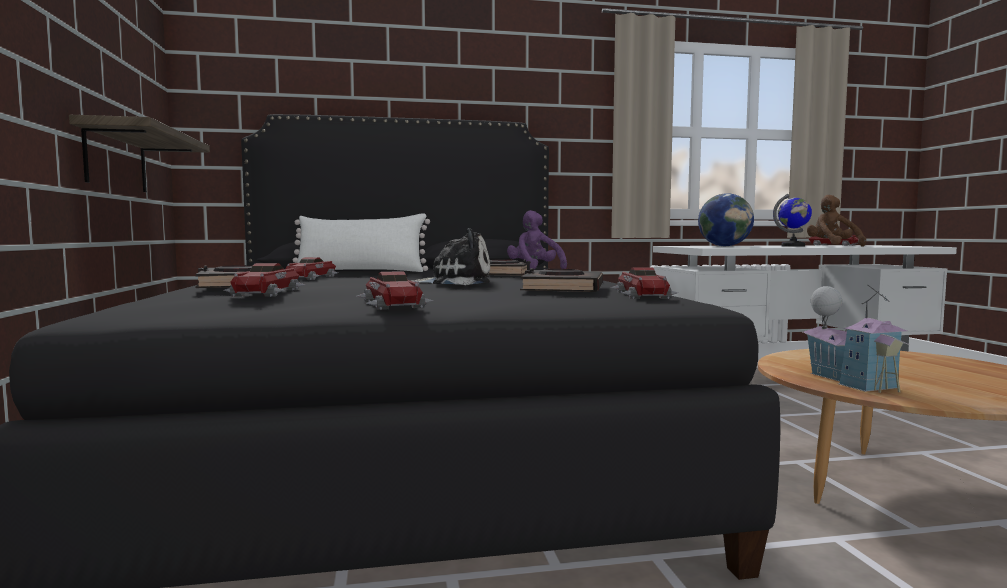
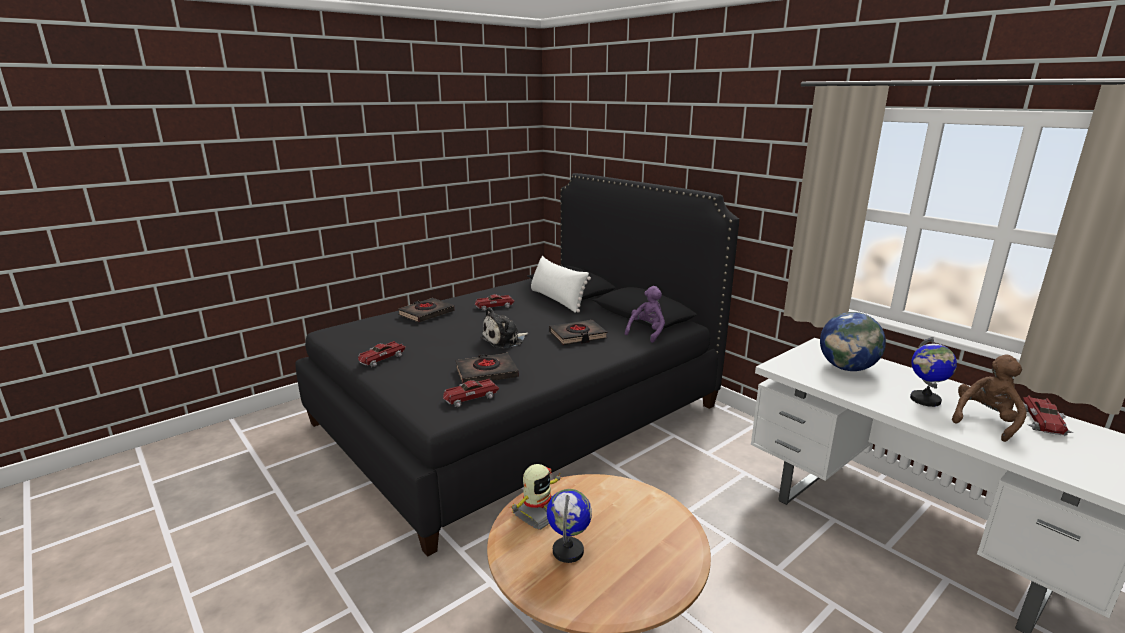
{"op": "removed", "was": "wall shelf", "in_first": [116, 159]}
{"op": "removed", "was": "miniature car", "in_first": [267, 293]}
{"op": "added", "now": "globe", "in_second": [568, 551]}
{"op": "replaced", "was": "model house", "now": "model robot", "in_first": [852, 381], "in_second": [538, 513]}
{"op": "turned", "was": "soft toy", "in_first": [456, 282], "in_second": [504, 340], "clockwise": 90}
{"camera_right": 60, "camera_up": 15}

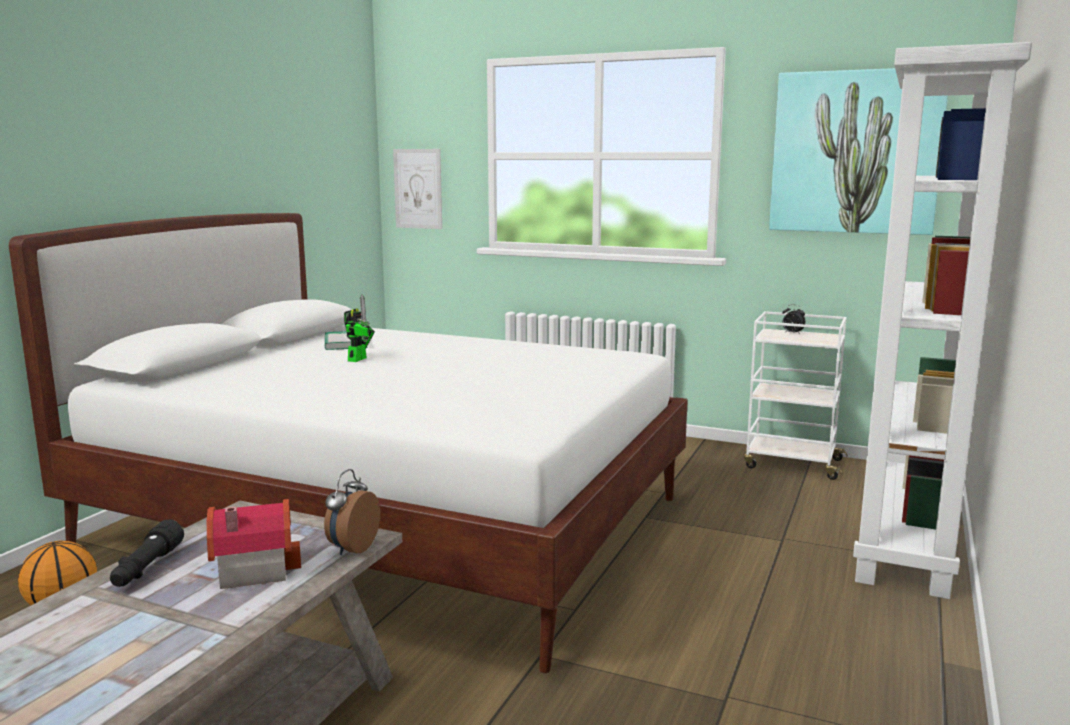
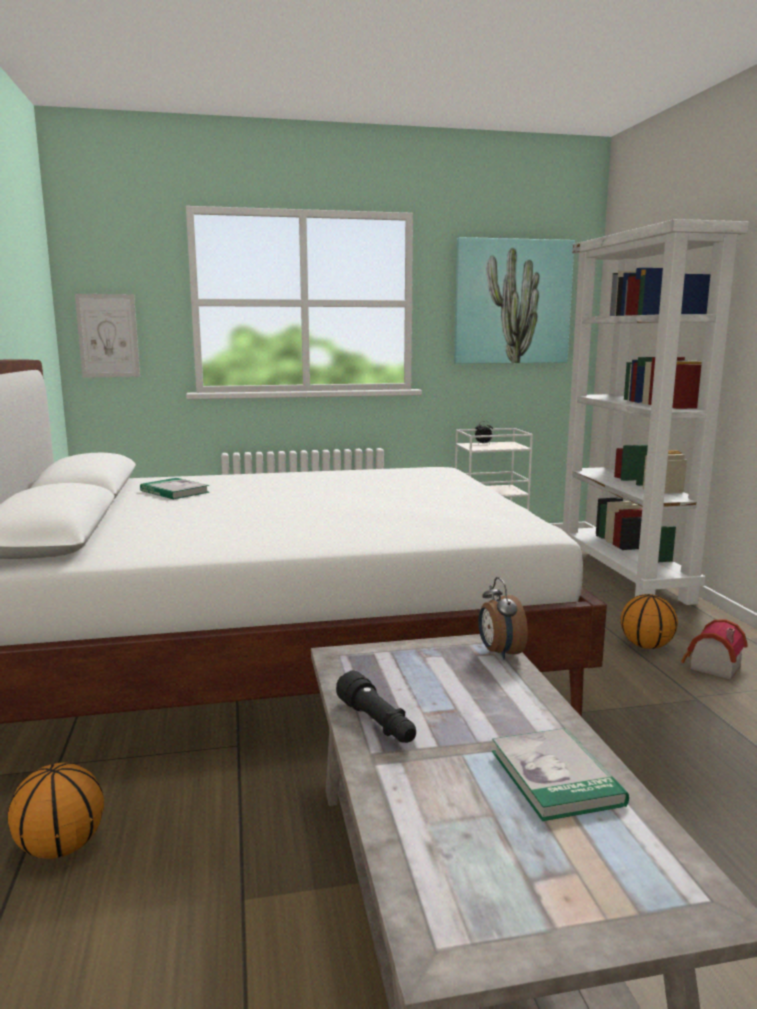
{"op": "removed", "was": "model robot", "in_first": [359, 358]}
{"op": "added", "now": "book", "in_second": [555, 777]}
{"op": "added", "now": "basketball ball", "in_second": [646, 646]}
{"op": "moved", "was": "model house", "in_first": [251, 568], "in_second": [711, 666]}
{"camera_right": -35, "camera_up": 0}

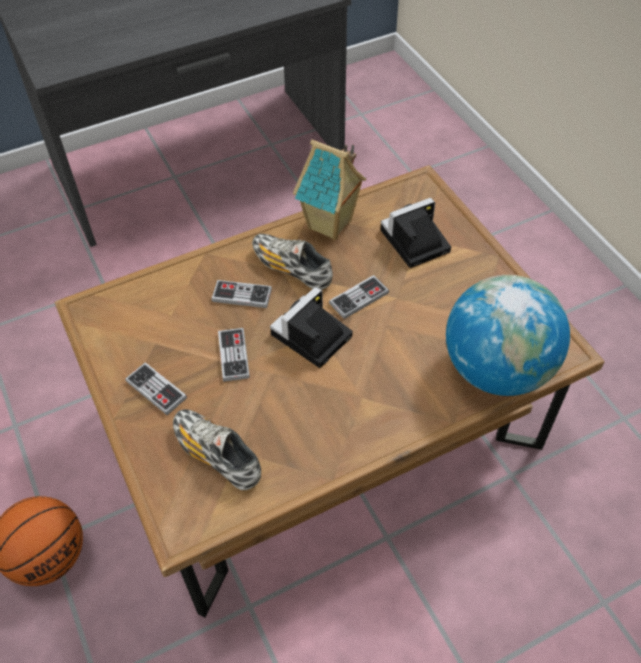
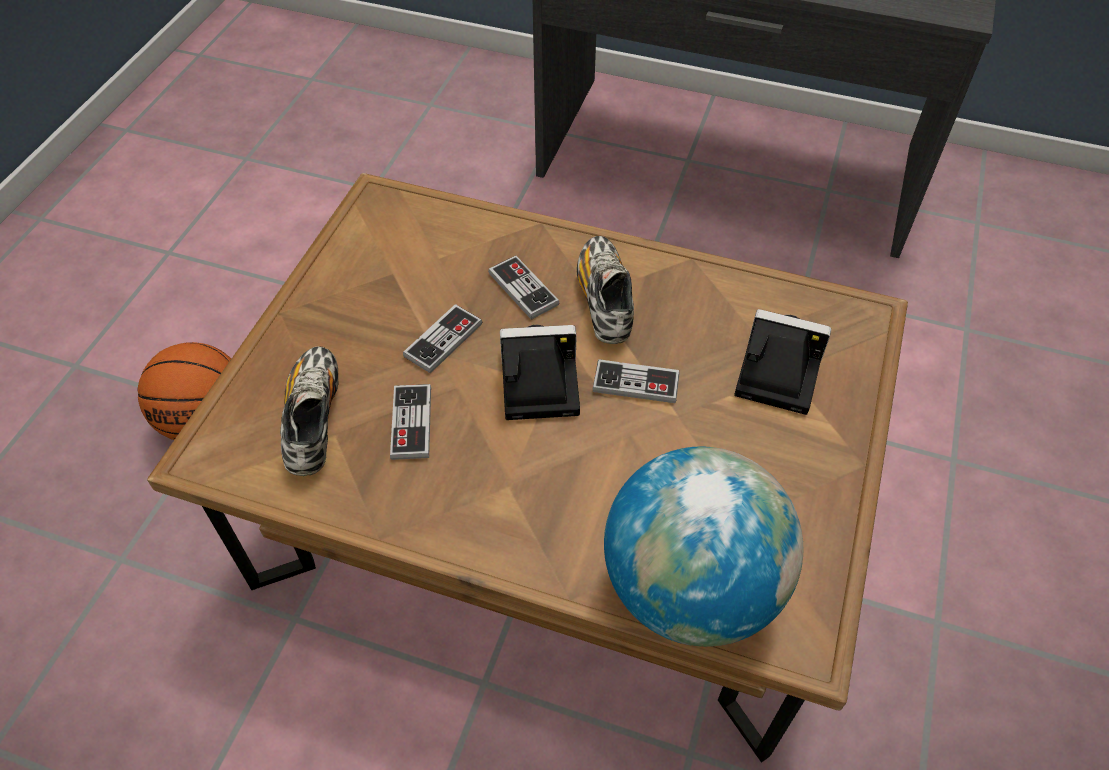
{"op": "removed", "was": "model house", "in_first": [330, 225]}
{"op": "moved", "was": "joypad", "in_first": [156, 390], "in_second": [411, 423]}
{"camera_right": 45, "camera_up": 0}

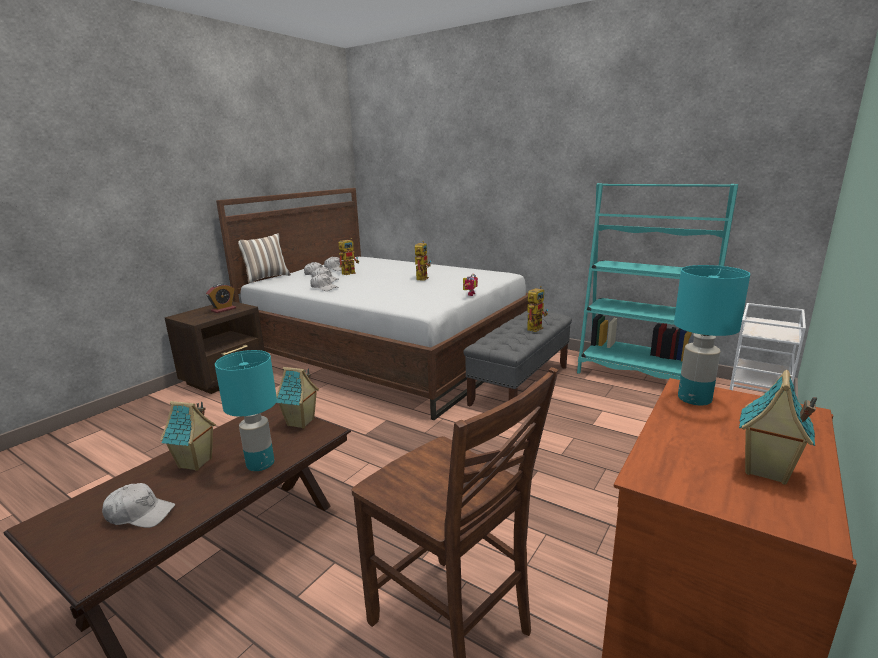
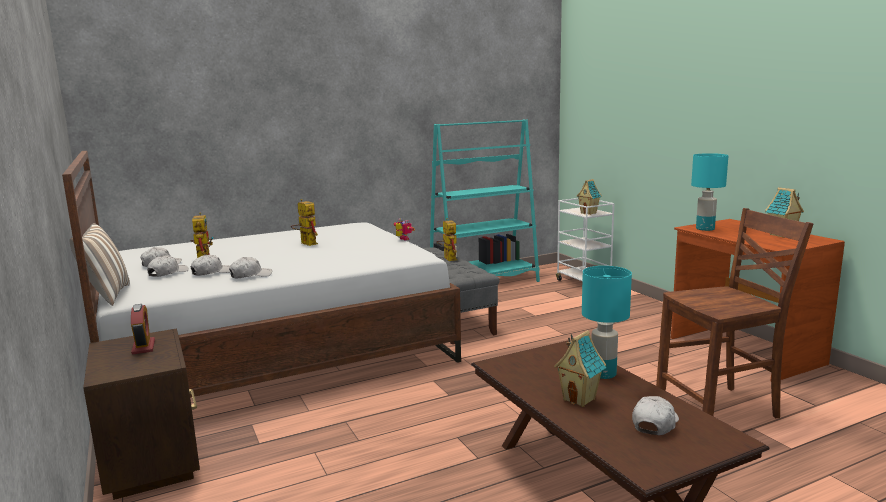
{"op": "moved", "was": "model house", "in_first": [301, 423], "in_second": [589, 213]}
{"camera_right": -60, "camera_up": -5}

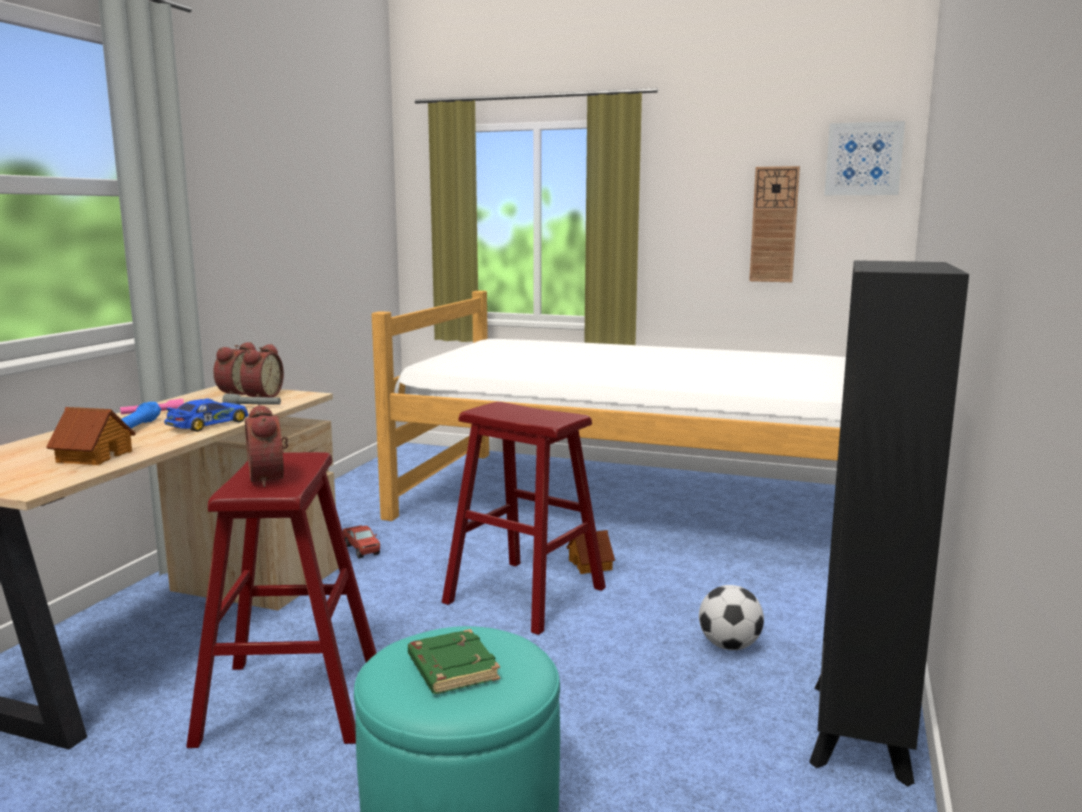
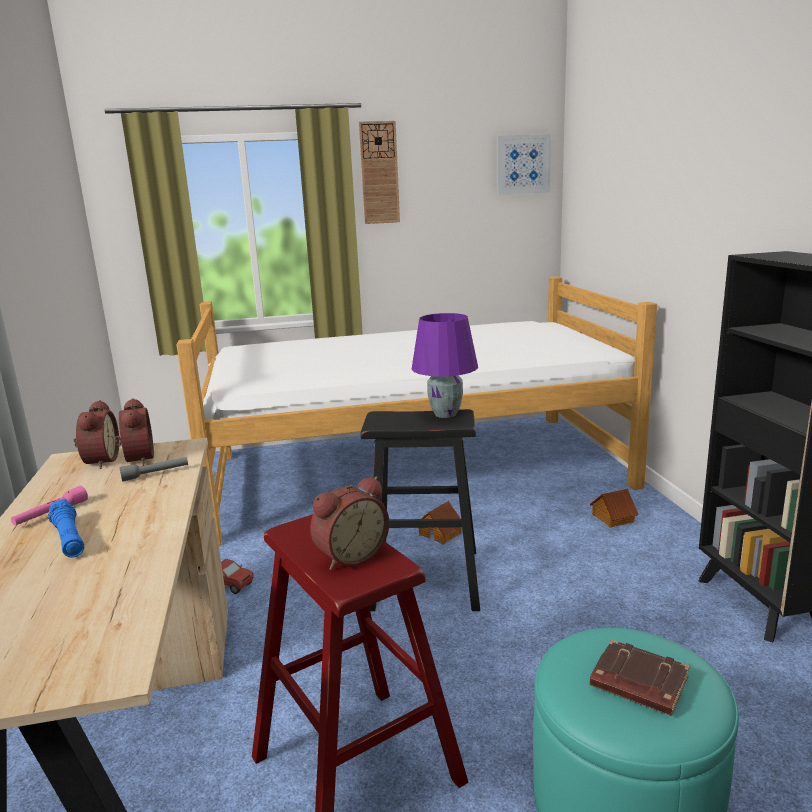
{"op": "removed", "was": "miniature car", "in_first": [208, 424]}
{"op": "removed", "was": "ball for football", "in_first": [729, 646]}
{"op": "added", "now": "lamp for a table (purple)", "in_second": [446, 414]}
{"op": "moved", "was": "model house", "in_first": [93, 456], "in_second": [612, 518]}
{"op": "moved", "was": "clock on the wall", "in_first": [774, 224], "in_second": [379, 173]}
{"op": "recoloured", "was": "book (green-coloured)", "now": "book (brown-coloured)", "in_first": [451, 668], "in_second": [637, 683]}
{"op": "recoloured", "was": "sitting stool (reddish)", "now": "sitting stool (black)", "in_first": [525, 595], "in_second": [425, 578]}
{"op": "turned", "was": "bedside clock", "in_first": [271, 478], "in_second": [350, 556], "clockwise": -75}
{"camera_right": -30, "camera_up": 5}

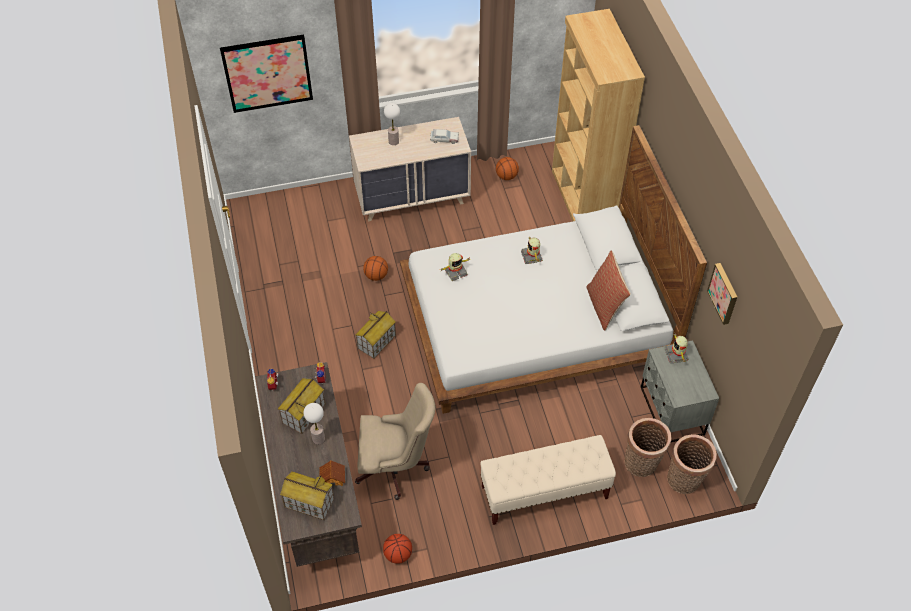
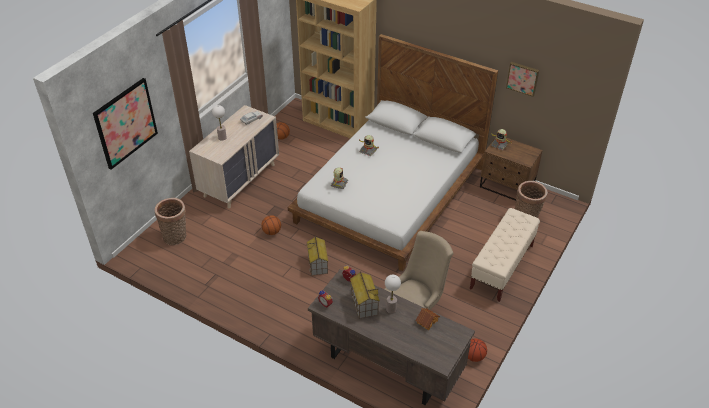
{"op": "removed", "was": "model house", "in_first": [309, 503]}
{"op": "removed", "was": "pillow", "in_first": [604, 306]}
{"op": "moved", "was": "basket", "in_first": [685, 481], "in_second": [176, 237]}
{"op": "recoloured", "was": "nightstand (grey)", "now": "nightstand (brown-coloured)", "in_first": [671, 411], "in_second": [507, 187]}
{"camera_right": -45, "camera_up": -10}

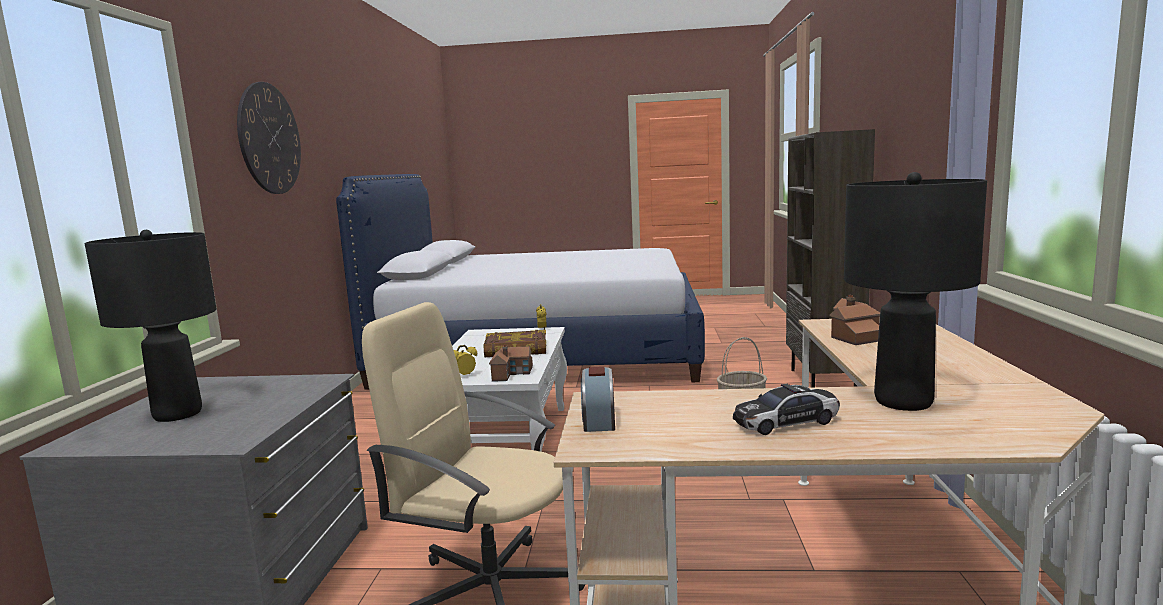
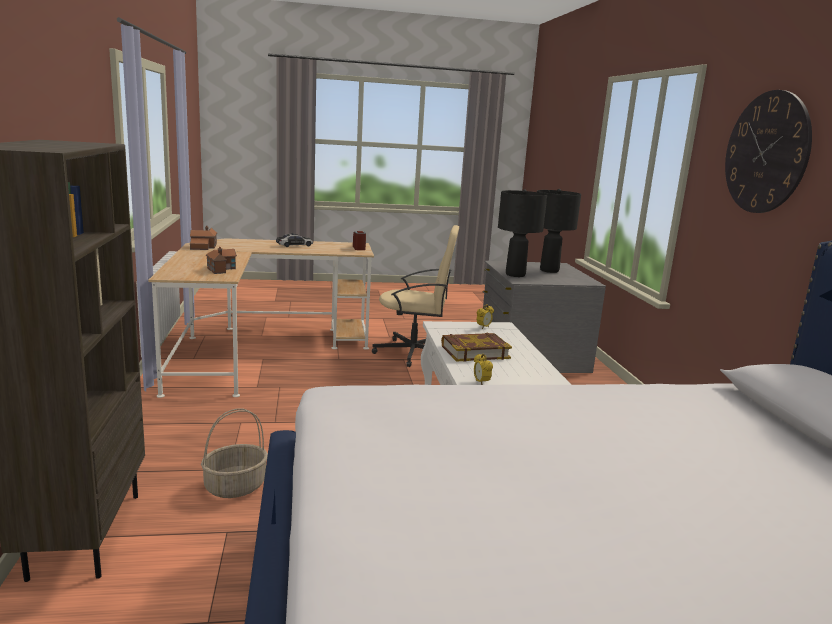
{"op": "moved", "was": "model house", "in_first": [512, 373], "in_second": [204, 247]}
{"op": "moved", "was": "lamp for a table (black)", "in_first": [903, 402], "in_second": [515, 274]}
{"camera_right": 165, "camera_up": 5}

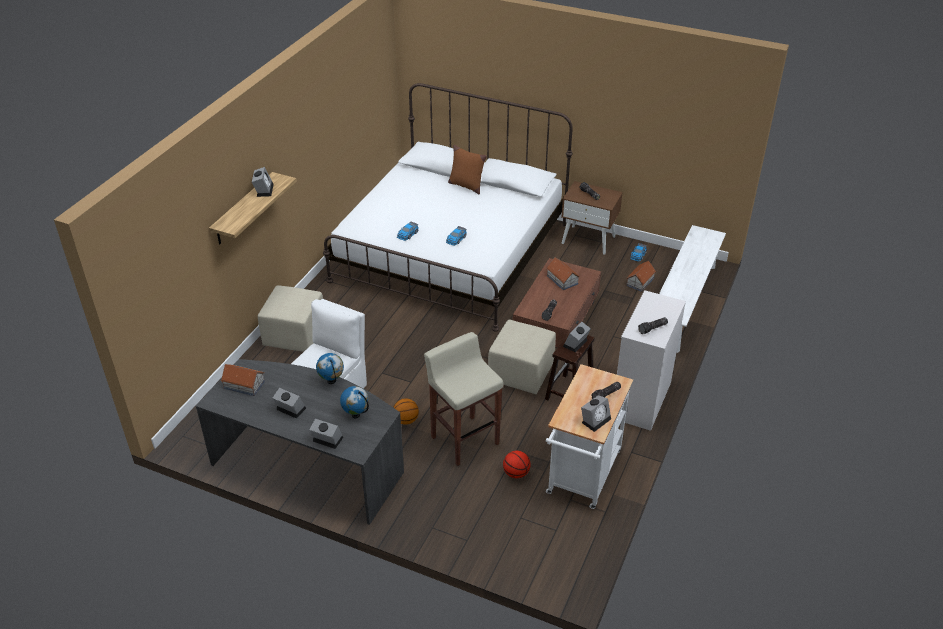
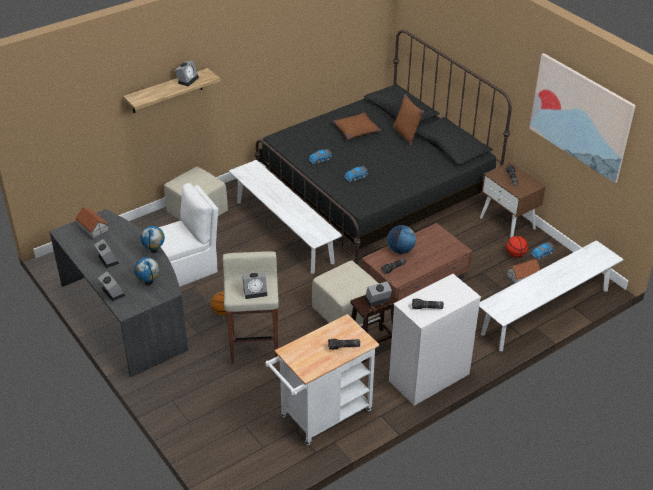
{"op": "removed", "was": "model house", "in_first": [562, 280]}
{"op": "added", "now": "long seat (white)", "in_second": [284, 231]}
{"op": "added", "now": "pillow (brown-coloured)", "in_second": [356, 130]}
{"op": "added", "now": "globe", "in_second": [400, 250]}
{"op": "added", "now": "wall art", "in_second": [580, 117]}
{"op": "moved", "was": "basketball ball", "in_first": [516, 473], "in_second": [515, 255]}
{"op": "moved", "was": "bedside clock", "in_first": [595, 419], "in_second": [255, 291]}
{"op": "recoloured", "was": "sleeping bed (white)", "now": "sleeping bed (black)", "in_first": [451, 252], "in_second": [376, 191]}
{"camera_right": 30, "camera_up": 0}

